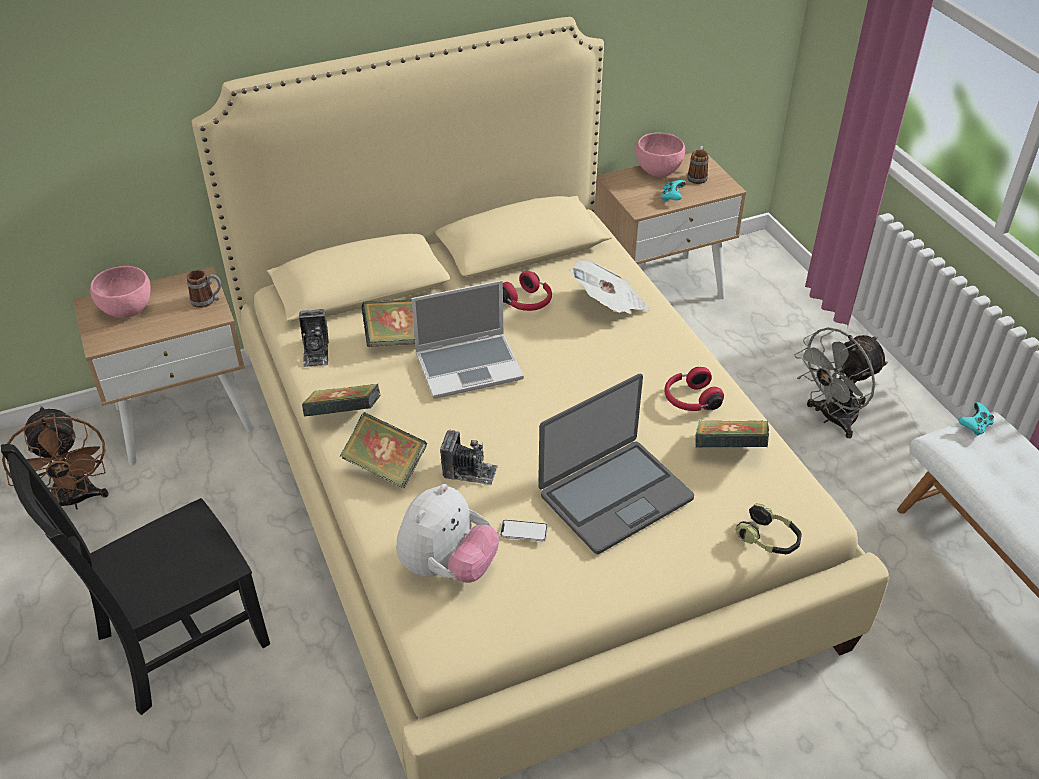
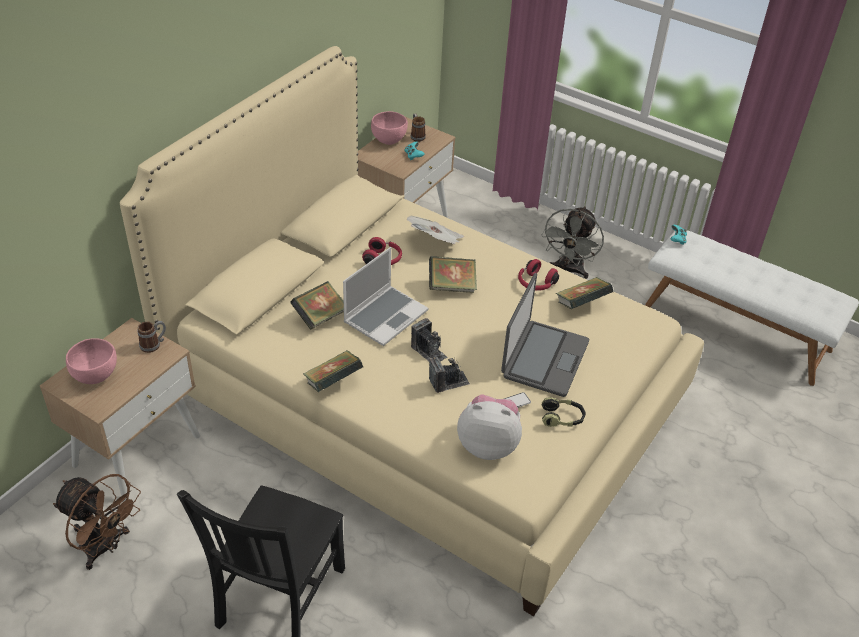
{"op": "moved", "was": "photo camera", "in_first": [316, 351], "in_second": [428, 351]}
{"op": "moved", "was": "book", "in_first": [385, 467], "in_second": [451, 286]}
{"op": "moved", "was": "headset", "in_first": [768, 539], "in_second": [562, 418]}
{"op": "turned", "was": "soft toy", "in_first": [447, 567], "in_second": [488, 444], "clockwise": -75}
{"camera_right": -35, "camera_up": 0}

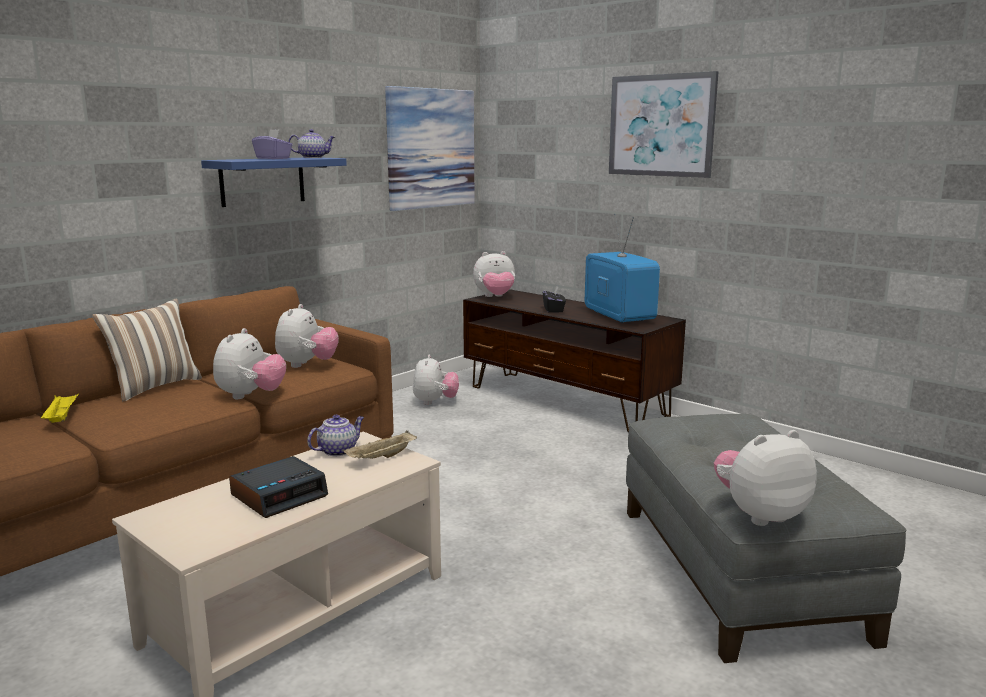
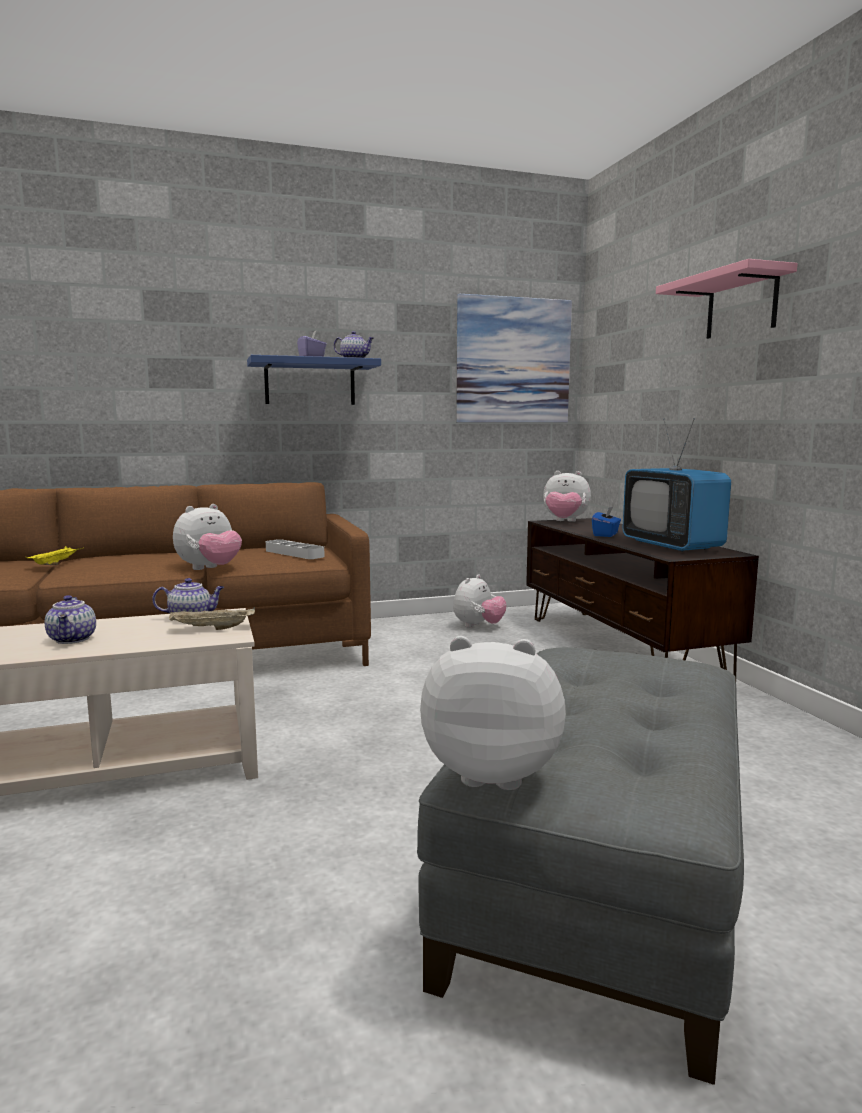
{"op": "removed", "was": "pillow", "in_first": [154, 387]}
{"op": "replaced", "was": "bedside clock", "now": "tea pot", "in_first": [280, 495], "in_second": [73, 639]}
{"op": "replaced", "was": "soft toy", "now": "carrying tray (grey)", "in_first": [307, 365], "in_second": [294, 553]}
{"op": "replaced", "was": "wall art", "now": "wall shelf (pink)", "in_first": [661, 125], "in_second": [741, 305]}
{"op": "recoloured", "was": "box of tissues (black)", "now": "box of tissues (blue-coloured)", "in_first": [554, 310], "in_second": [606, 535]}
{"op": "turned", "was": "TV set", "in_first": [618, 316], "in_second": [671, 545], "clockwise": 150}
{"camera_right": 30, "camera_up": -5}

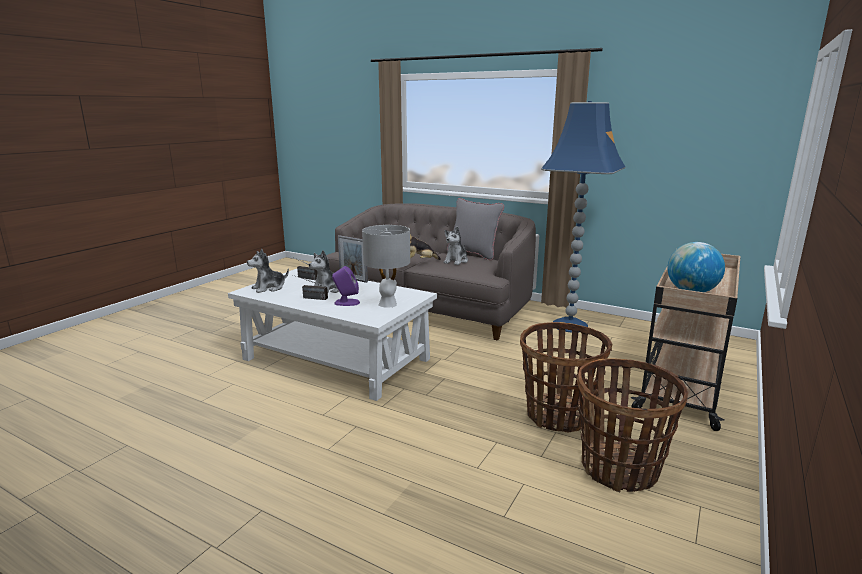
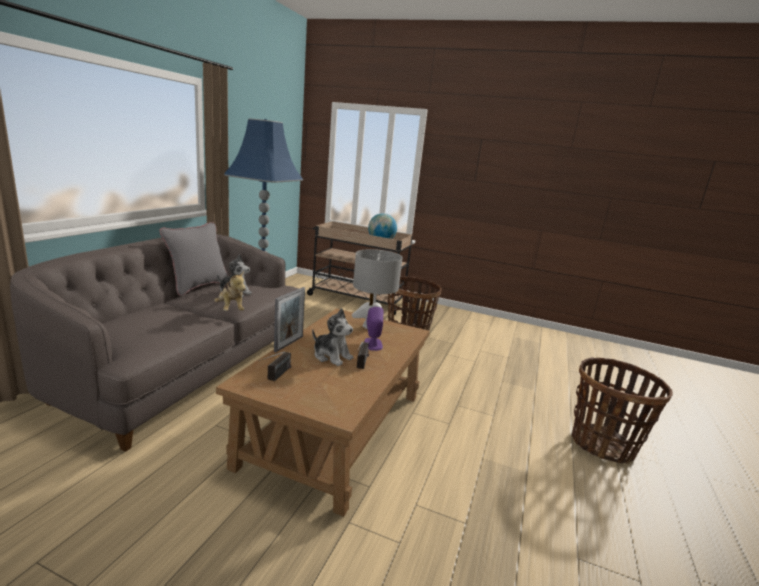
{"op": "removed", "was": "soft toy", "in_first": [269, 288]}
{"op": "moved", "was": "basket", "in_first": [620, 468], "in_second": [603, 444]}
{"op": "recoloured", "was": "low table (white)", "now": "low table (brown-coloured)", "in_first": [337, 359], "in_second": [335, 427]}
{"camera_right": -100, "camera_up": 0}

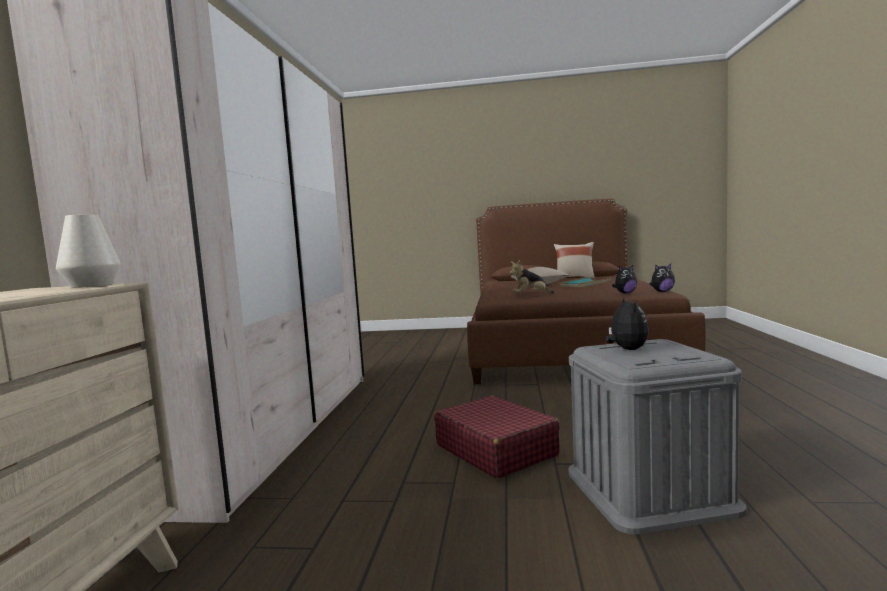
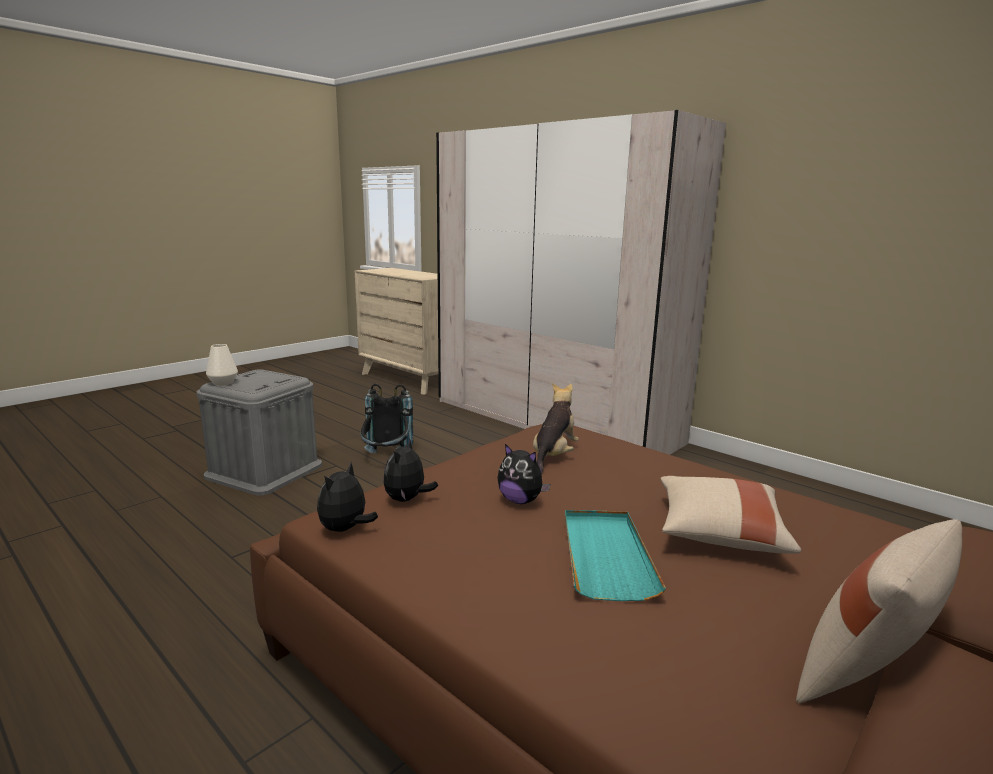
{"op": "moved", "was": "decorative vase (white)", "in_first": [92, 286], "in_second": [223, 383]}
{"op": "moved", "was": "soft toy", "in_first": [627, 349], "in_second": [520, 500]}
{"op": "replaced", "was": "piece of luggage (reddish)", "now": "backpack (black)", "in_first": [495, 450], "in_second": [386, 459]}
{"camera_right": 125, "camera_up": 10}

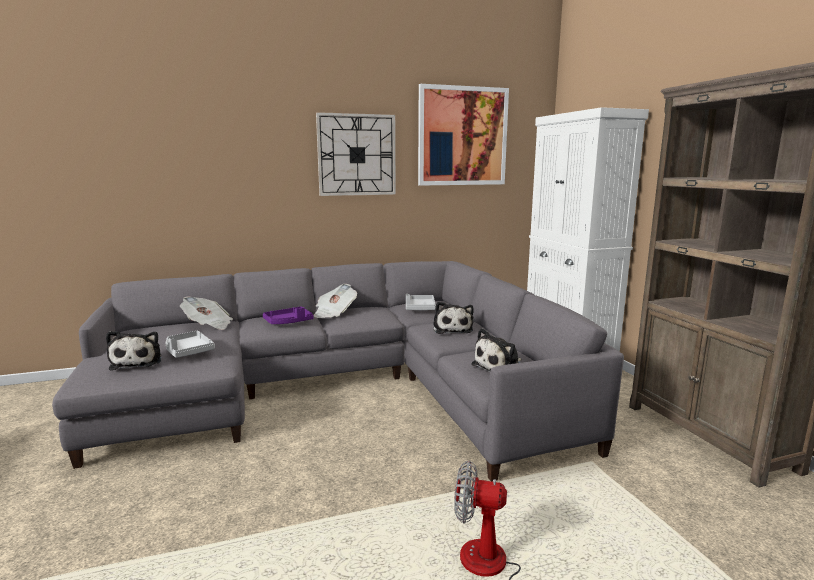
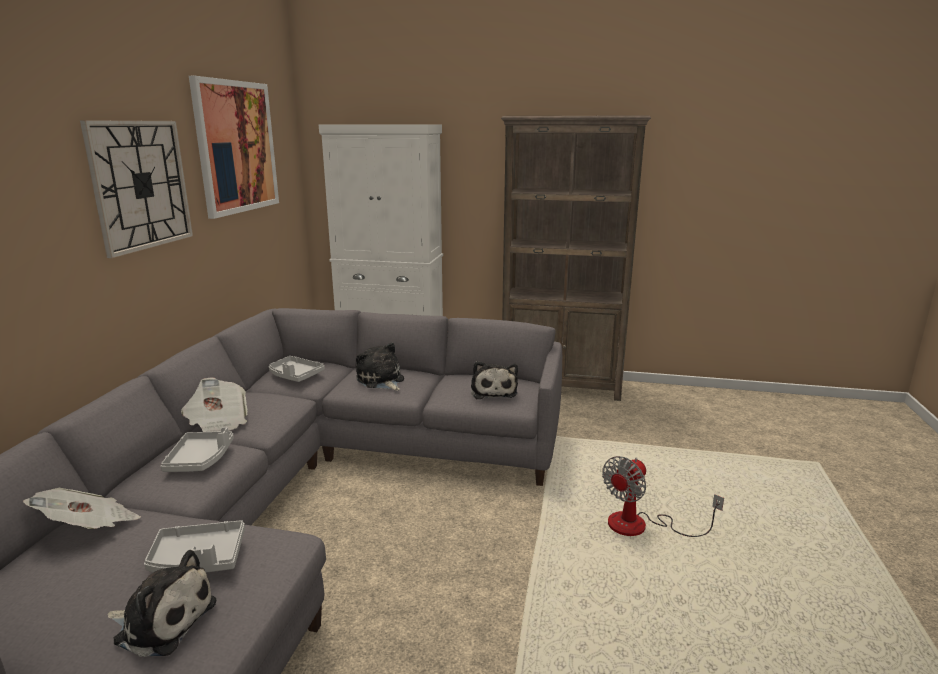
{"op": "recoloured", "was": "carrying tray (purple)", "now": "carrying tray (grey)", "in_first": [288, 322], "in_second": [200, 459]}
{"op": "turned", "was": "soft toy", "in_first": [452, 329], "in_second": [381, 380], "clockwise": -150}
{"camera_right": -60, "camera_up": 5}

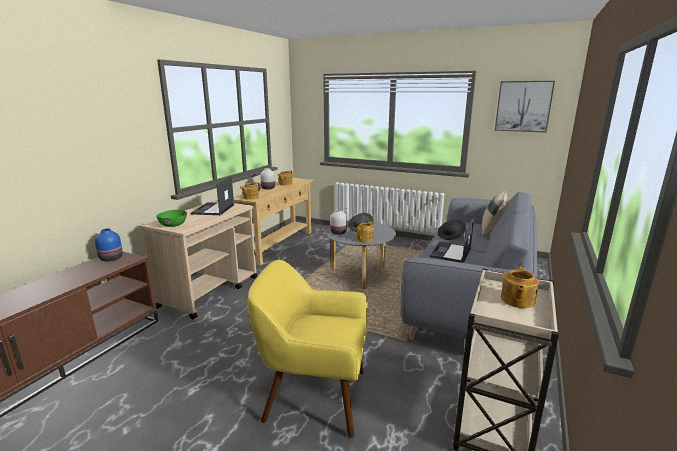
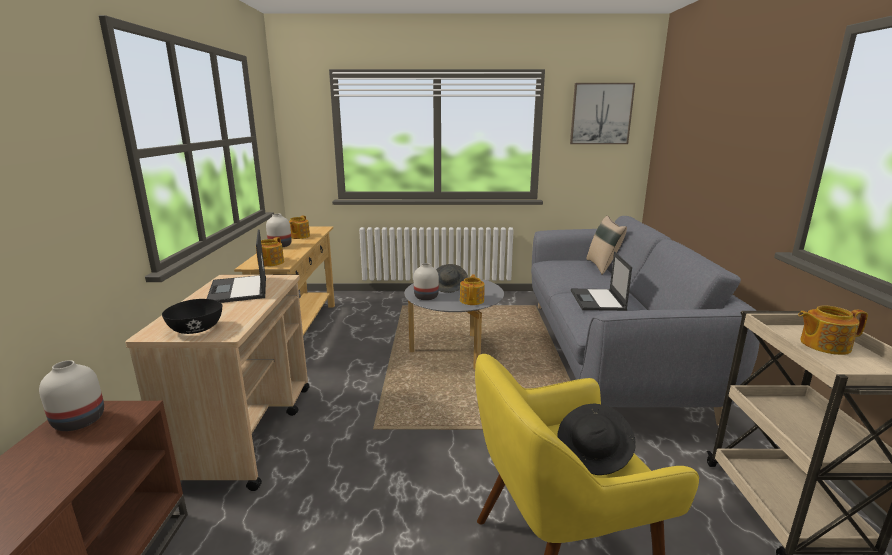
{"op": "moved", "was": "clothing hat (black)", "in_first": [451, 236], "in_second": [594, 453]}
{"op": "recoloured", "was": "decorative vase (blue-coloured)", "now": "decorative vase (white)", "in_first": [111, 258], "in_second": [79, 421]}
{"op": "recoloured", "was": "bowl (green-coloured)", "now": "bowl (black)", "in_first": [173, 225], "in_second": [197, 329]}
{"op": "turned", "was": "tea pot", "in_first": [517, 300], "in_second": [823, 345], "clockwise": 90}
{"camera_right": -25, "camera_up": 0}

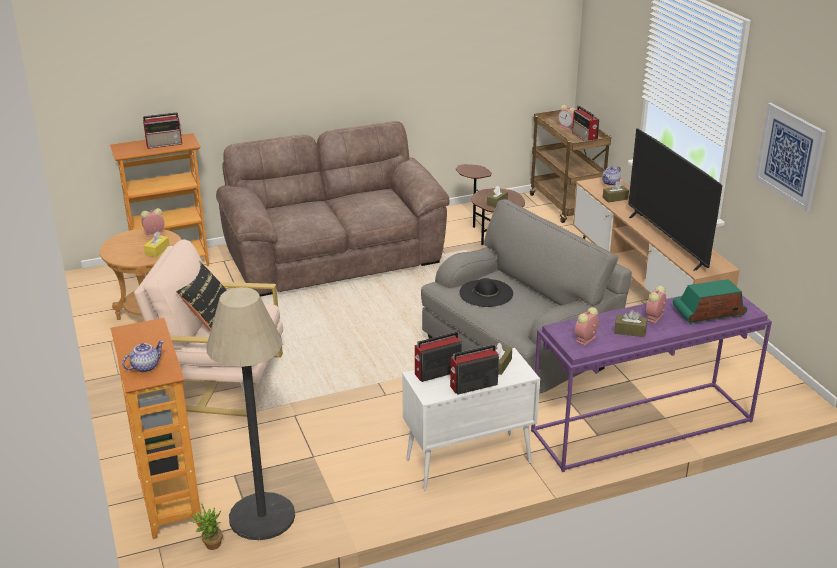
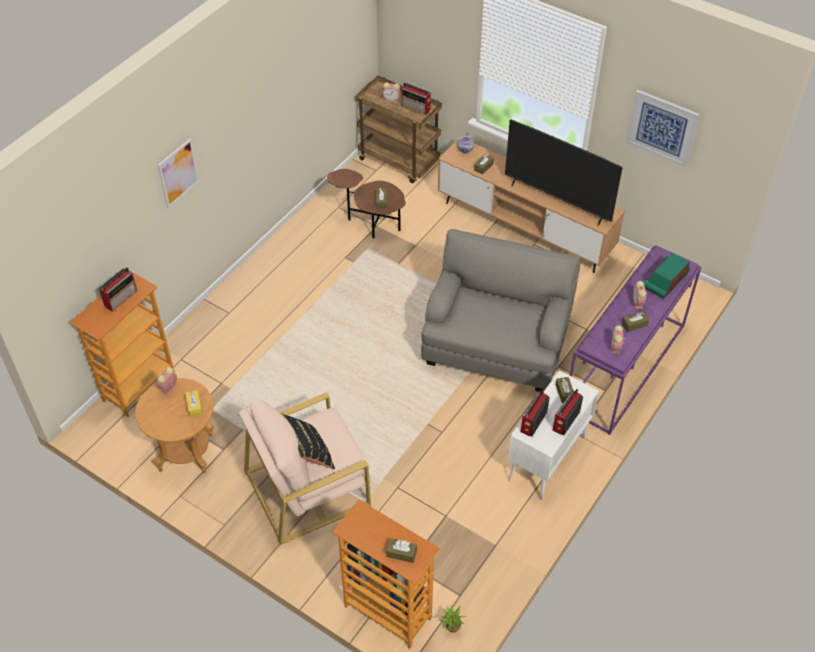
{"op": "removed", "was": "standard lamp", "in_first": [262, 516]}
{"op": "removed", "was": "sofa (brown-coloured)", "in_first": [333, 256]}
{"op": "removed", "was": "clothing hat (black)", "in_first": [486, 293]}
{"op": "added", "now": "wall art", "in_second": [178, 173]}
{"op": "replaced", "was": "tea pot", "now": "box of tissues (brown-coloured)", "in_first": [145, 366], "in_second": [401, 553]}
{"camera_right": -35, "camera_up": 20}

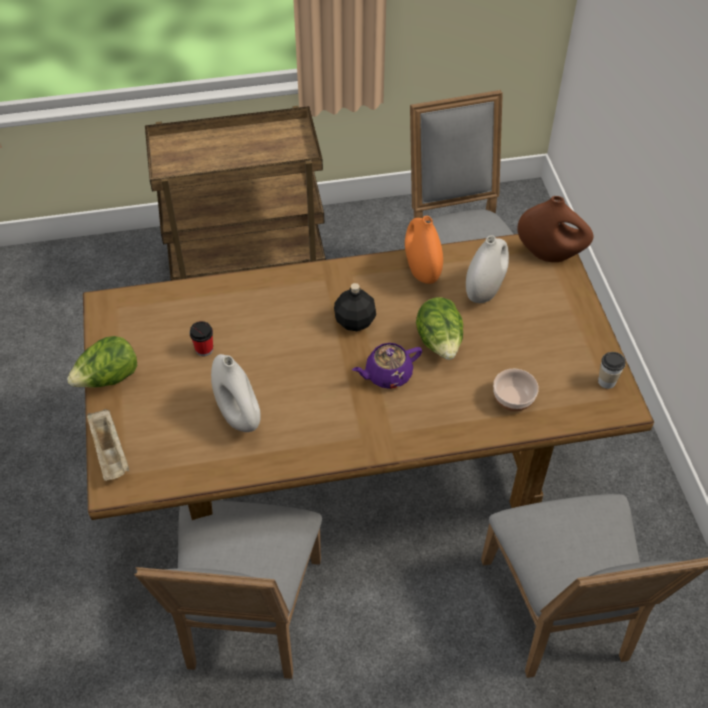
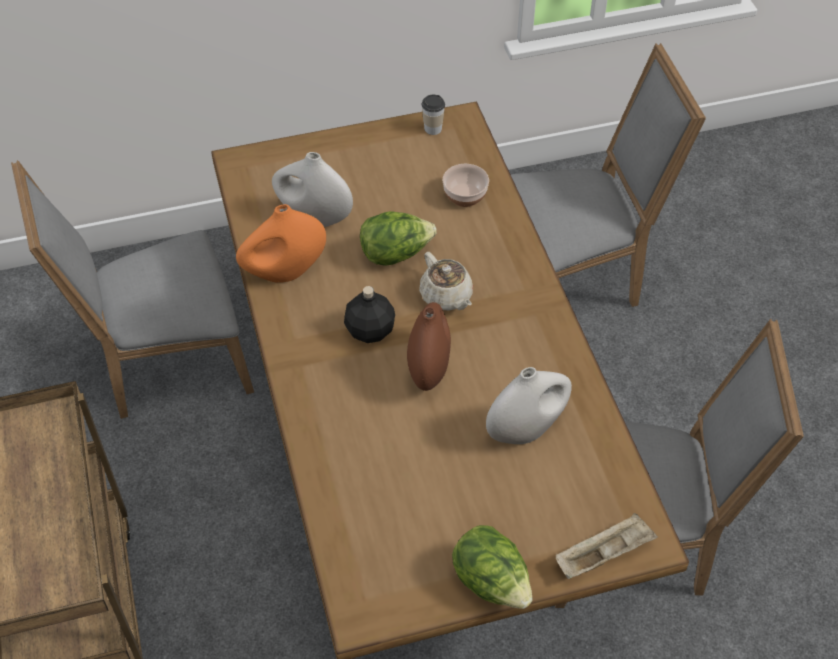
{"op": "removed", "was": "drinking cup", "in_first": [204, 349]}
{"op": "moved", "was": "decorative vase (brown-coloured)", "in_first": [550, 254], "in_second": [428, 369]}
{"op": "recoloured", "was": "tea pot (purple)", "now": "tea pot (beige-coloured)", "in_first": [387, 374], "in_second": [446, 296]}
{"camera_right": -95, "camera_up": 0}

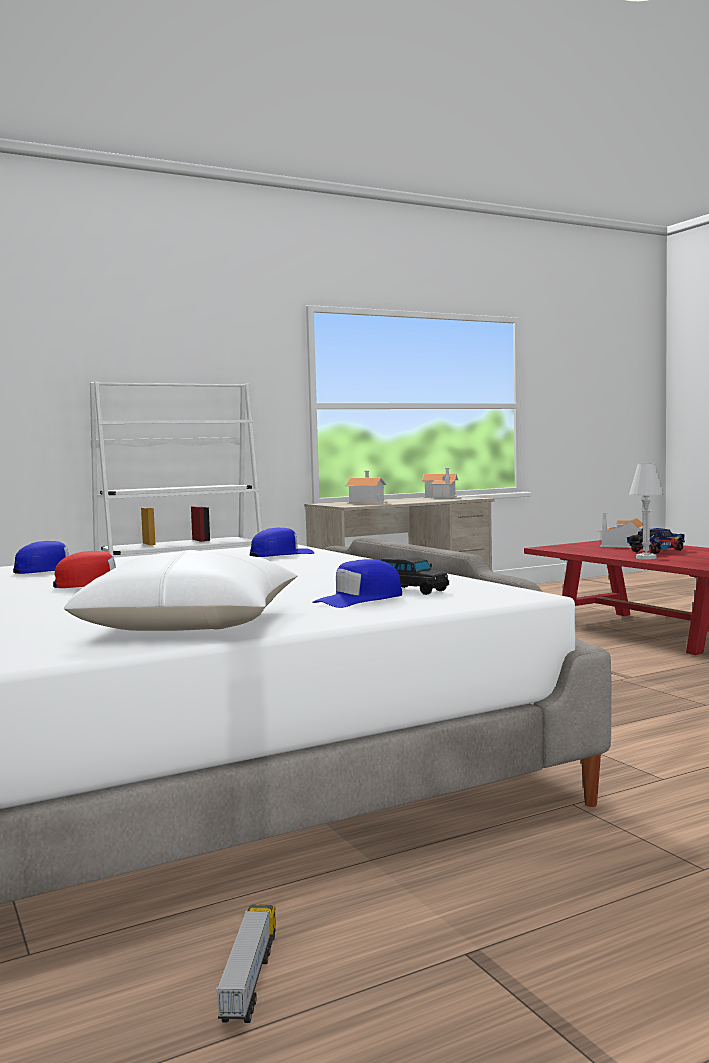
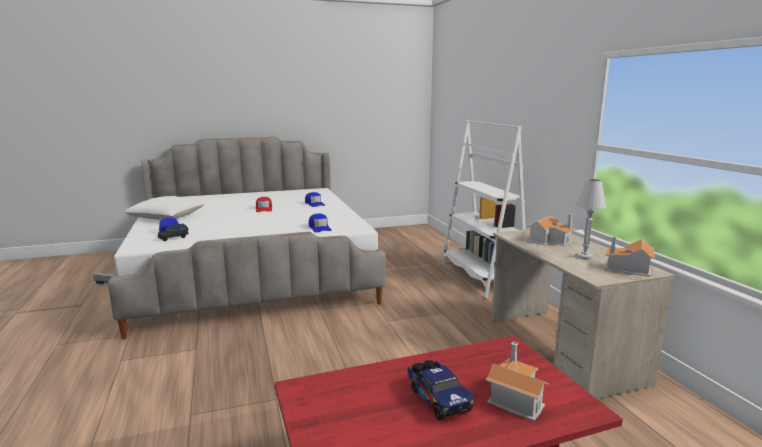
{"op": "moved", "was": "lamp for a table (white)", "in_first": [646, 558], "in_second": [584, 257]}
{"camera_right": 100, "camera_up": 10}

